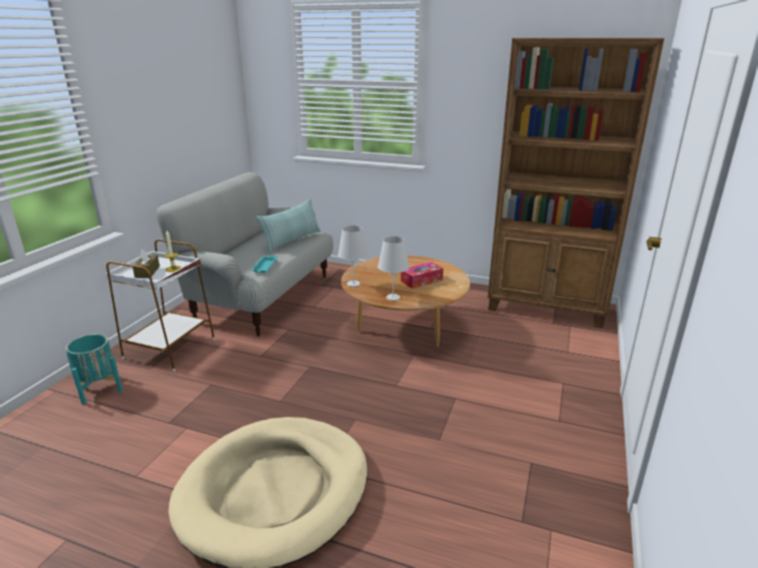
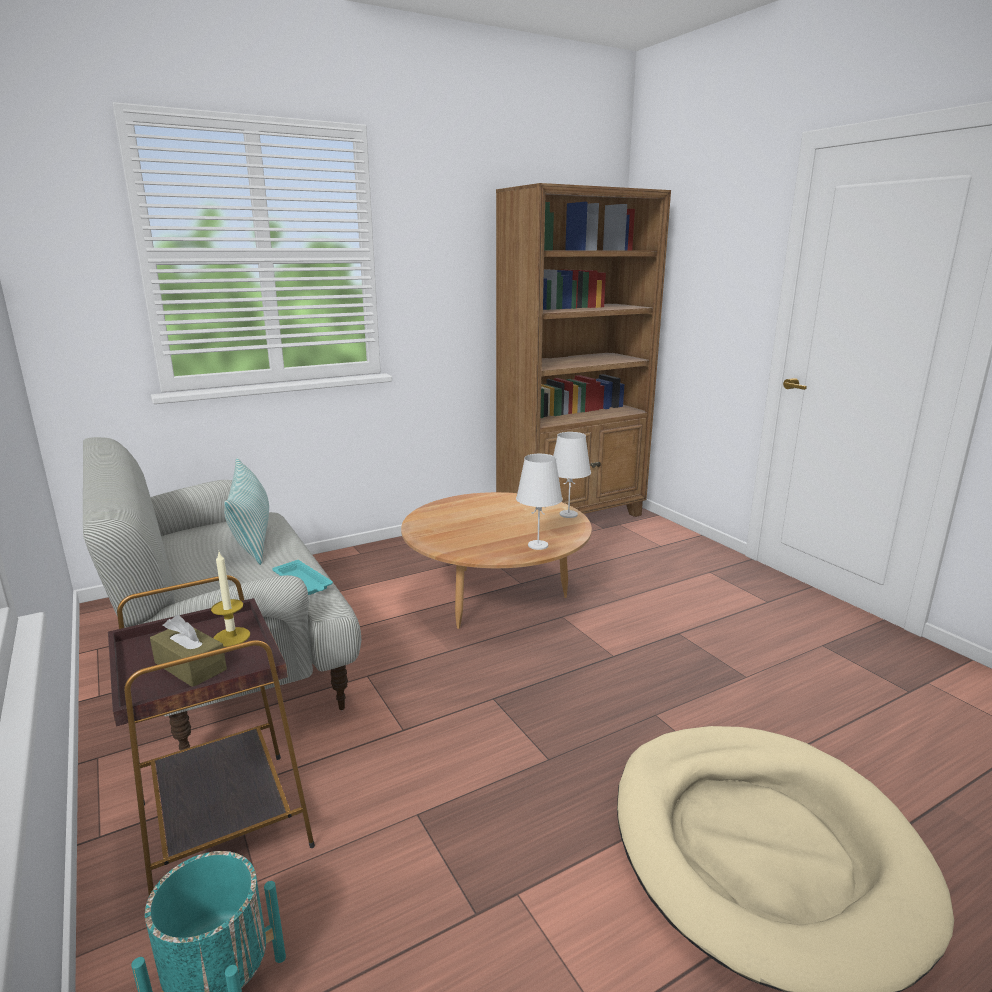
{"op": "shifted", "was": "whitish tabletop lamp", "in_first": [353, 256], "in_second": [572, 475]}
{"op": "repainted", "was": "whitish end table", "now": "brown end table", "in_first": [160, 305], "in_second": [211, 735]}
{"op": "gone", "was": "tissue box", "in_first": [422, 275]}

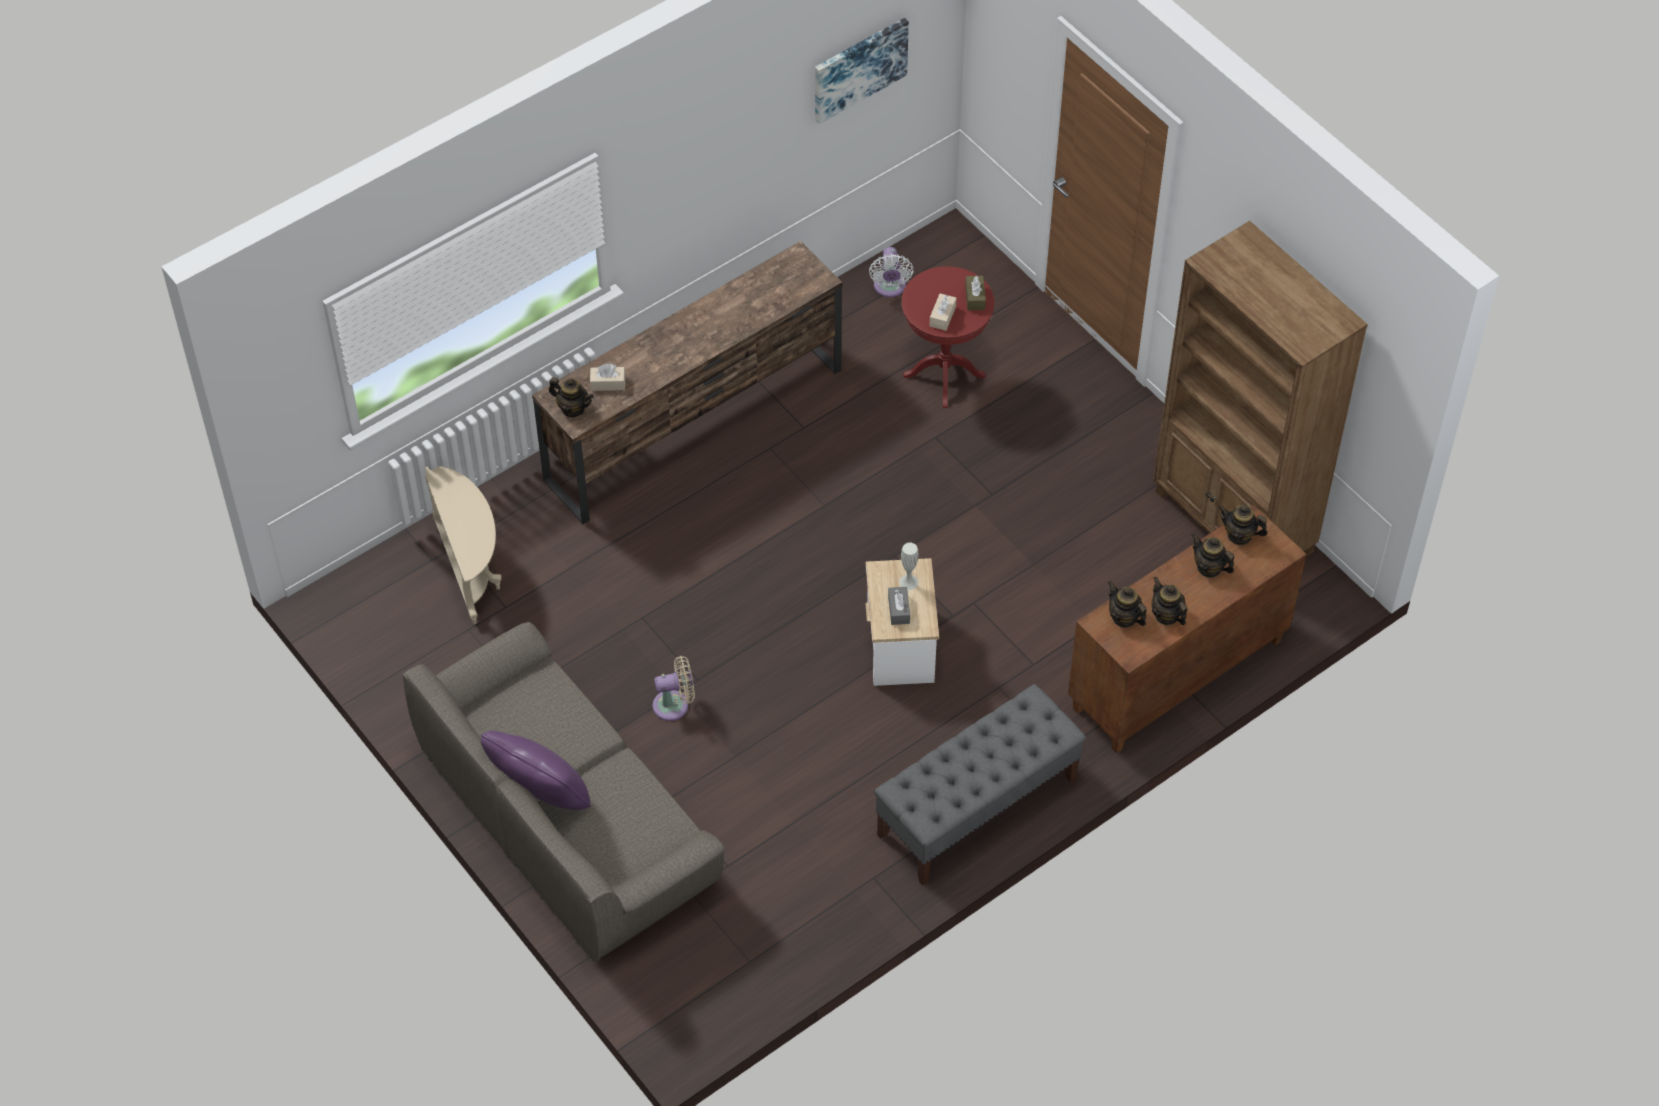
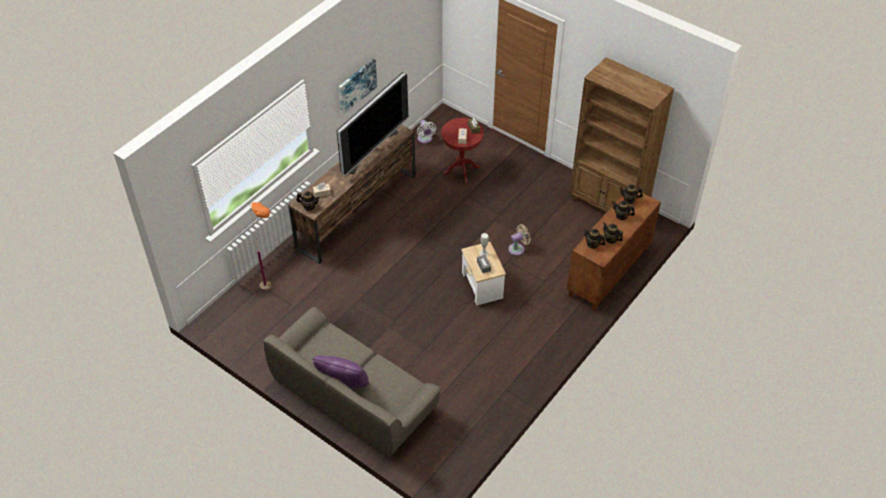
{"op": "shifted", "was": "wall art", "in_first": [862, 71], "in_second": [357, 87]}
{"op": "swapped", "was": "sand-coloured end table", "now": "orangey standing lamp", "in_first": [463, 545], "in_second": [260, 246]}
{"op": "shifted", "was": "sand-coloured fan", "in_first": [674, 688], "in_second": [519, 240]}
{"op": "gone", "was": "greyish indoor bench", "in_first": [980, 785]}
{"op": "new", "now": "TV", "in_second": [372, 124]}

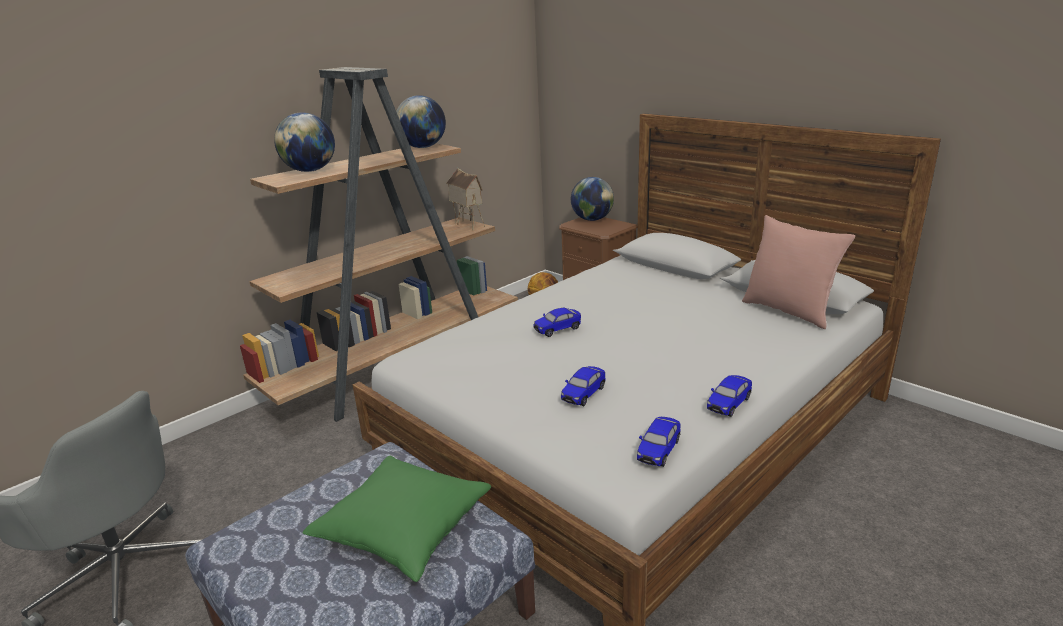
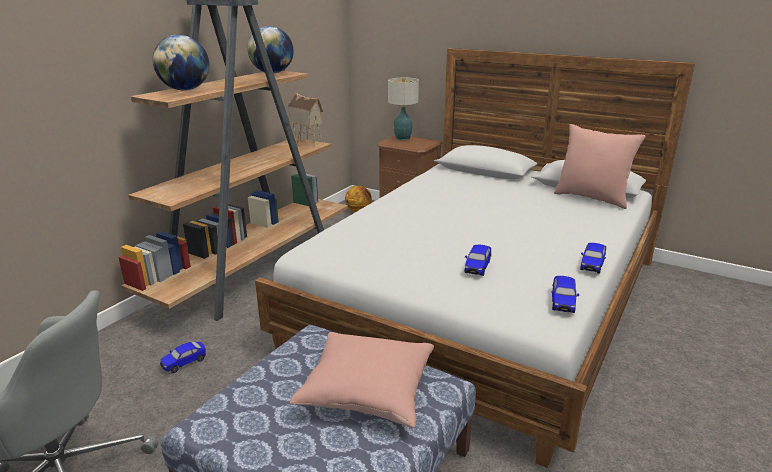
{"op": "swapped", "was": "world globe", "now": "tabletop lamp", "in_first": [592, 199], "in_second": [403, 108]}
{"op": "shifted", "was": "toy car", "in_first": [557, 322], "in_second": [183, 357]}
{"op": "repainted", "was": "green-coloured cushion", "now": "pinkish cushion", "in_first": [397, 519], "in_second": [362, 380]}

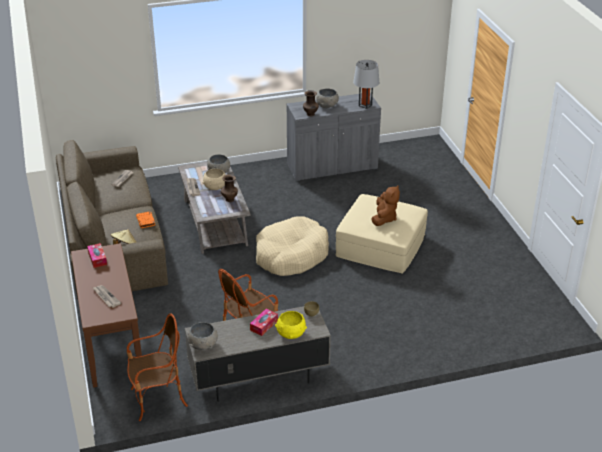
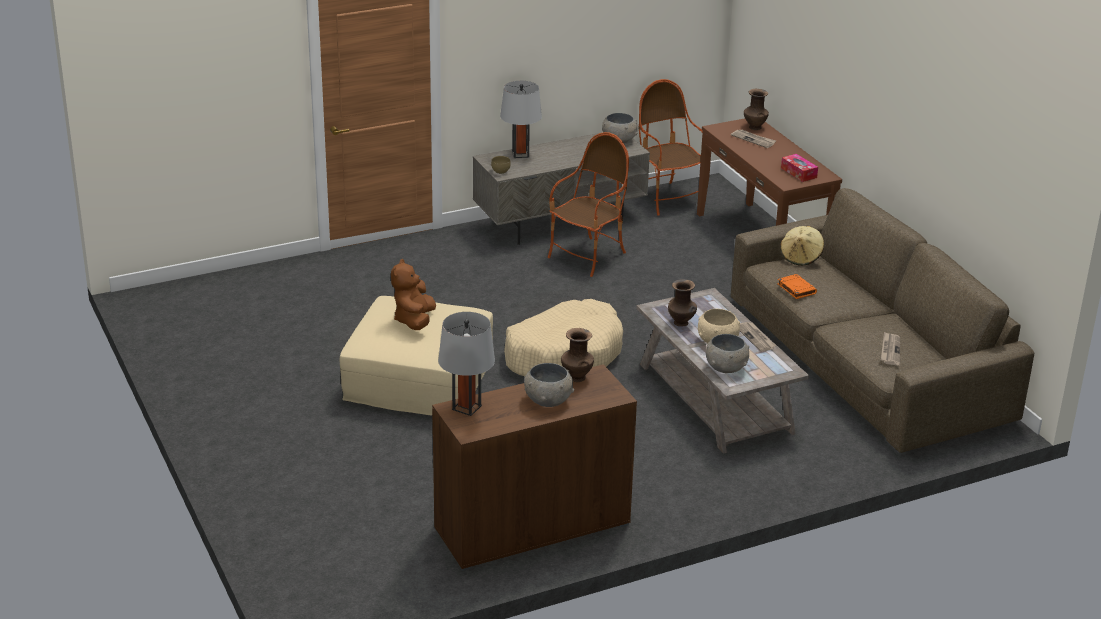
{"op": "repainted", "was": "greyish storage cabinet", "now": "brown storage cabinet", "in_first": [333, 137], "in_second": [534, 467]}
{"op": "gone", "was": "tissue box", "in_first": [264, 322]}
{"op": "swapped", "was": "yellow-coloured bowl", "now": "greyish tabletop lamp", "in_first": [291, 325], "in_second": [521, 119]}
{"op": "rotated", "was": "armchair", "in_first": [157, 367], "in_second": [670, 147], "clockwise": 90}
{"op": "new", "now": "brown flower vase", "in_second": [756, 109]}

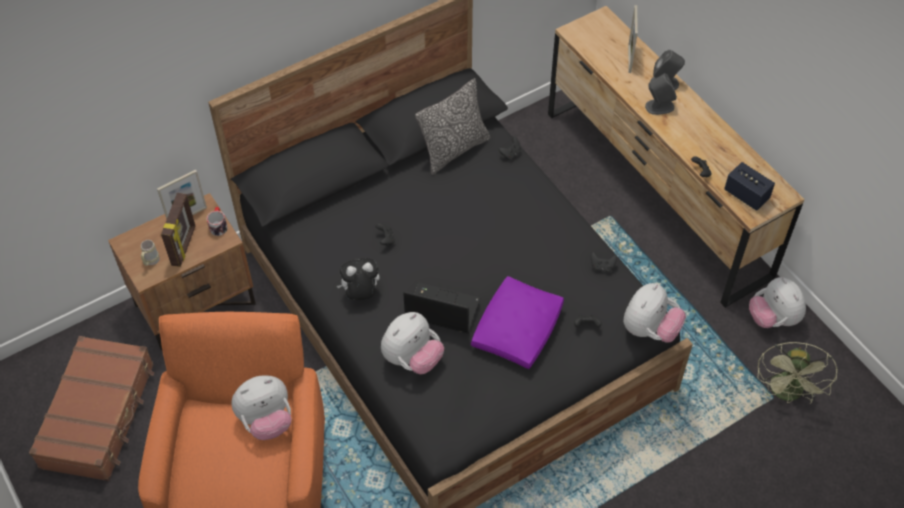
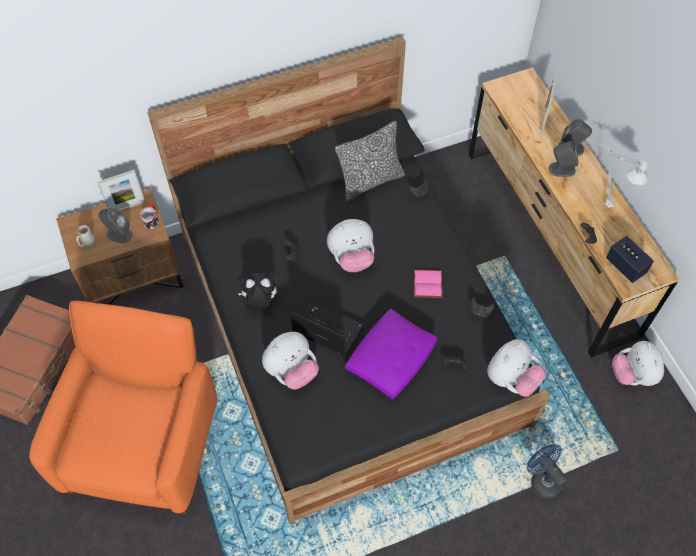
{"op": "swapped", "was": "picture frame", "now": "greyish audio speaker", "in_first": [178, 230], "in_second": [115, 225]}
{"op": "gone", "was": "green-coloured fan", "in_first": [798, 373]}
{"op": "shifted", "was": "soft toy", "in_first": [261, 407], "in_second": [351, 245]}
{"op": "new", "now": "greyish tabletop lamp", "in_second": [624, 176]}
{"op": "new", "now": "pinkish volume", "in_second": [428, 284]}
{"op": "new", "now": "blue-coloured fan", "in_second": [546, 471]}

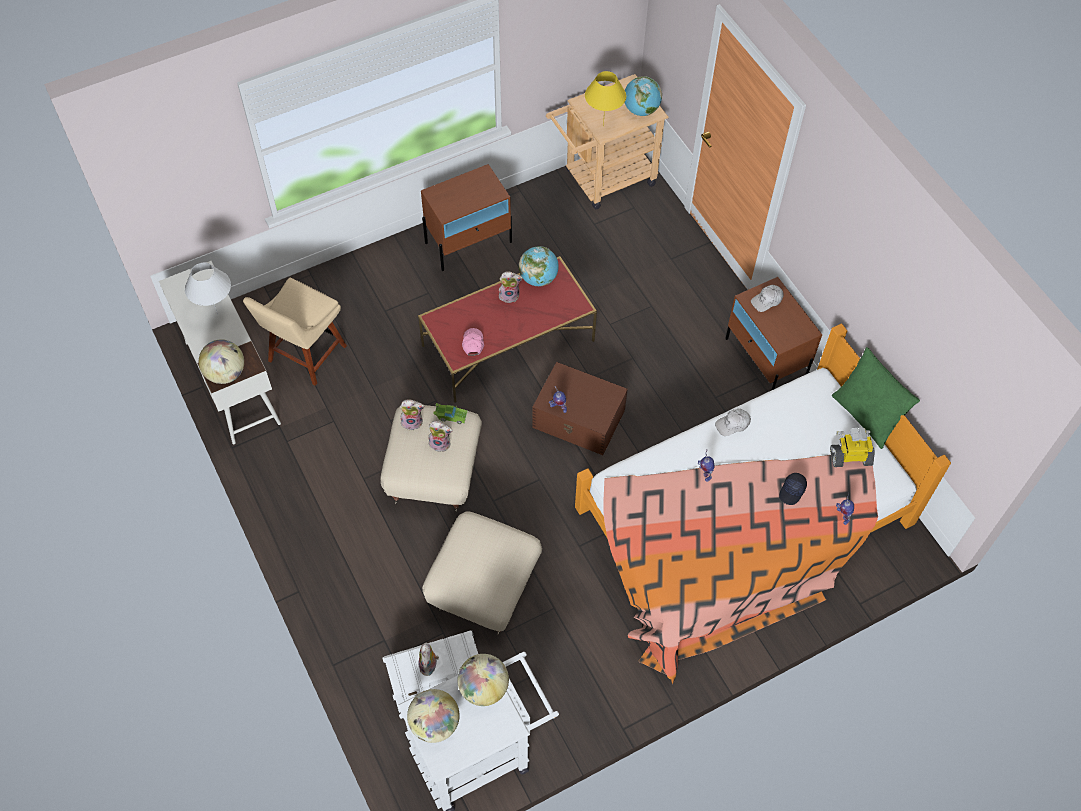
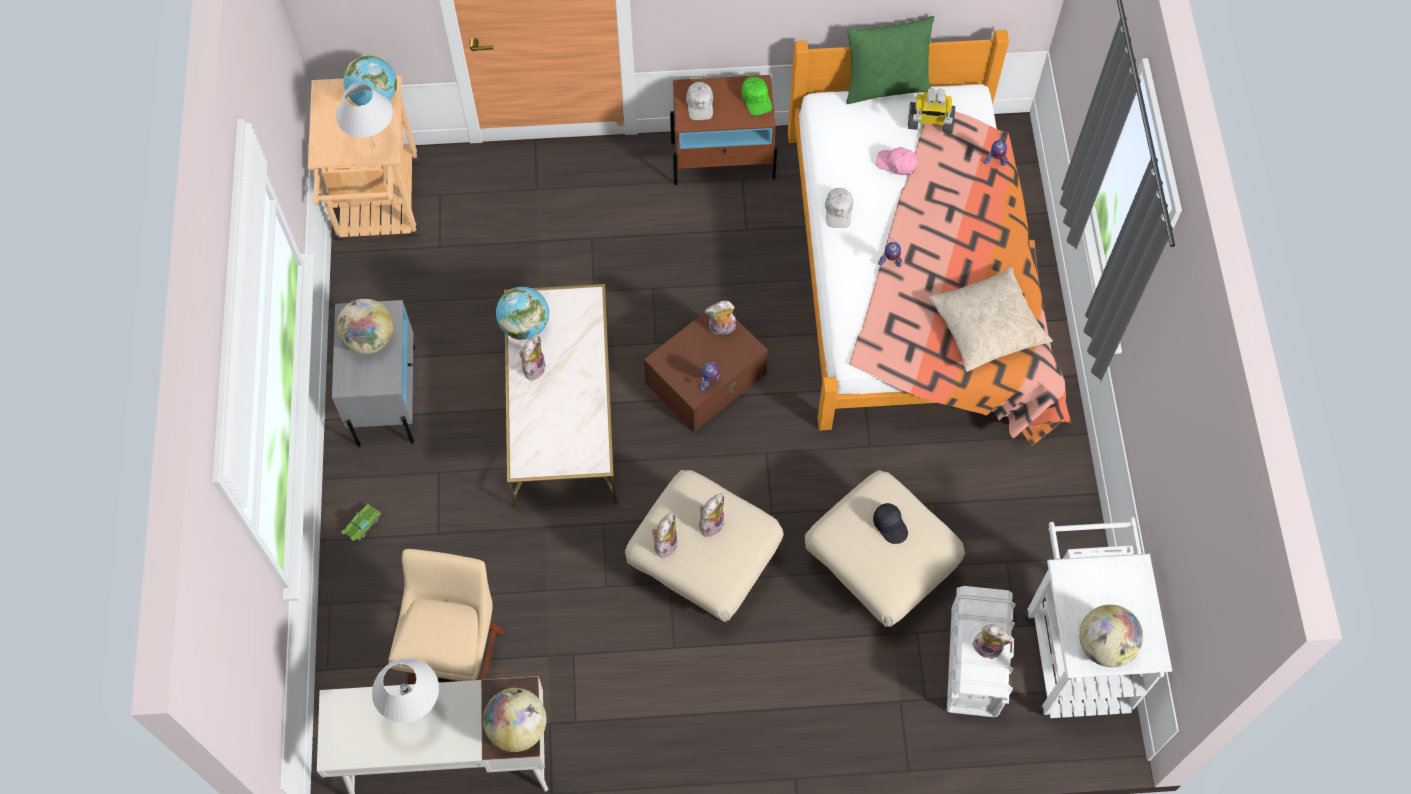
{"op": "repainted", "was": "yellow-coloured tabletop lamp", "now": "whitish tabletop lamp", "in_first": [605, 98], "in_second": [364, 115]}
{"op": "repainted", "was": "brown night table", "now": "greyish night table", "in_first": [466, 217], "in_second": [373, 373]}
{"op": "repainted", "was": "red coffee table", "now": "whitish coffee table", "in_first": [507, 329], "in_second": [560, 397]}
{"op": "rotated", "was": "sand-coloured chair", "in_first": [295, 332], "in_second": [446, 617], "clockwise": -135}
{"op": "shifted", "was": "pinkish baseball cap", "in_first": [473, 342], "in_second": [897, 161]}
{"op": "shifted", "was": "green-coloured toy car", "in_first": [450, 413], "in_second": [361, 522]}
{"op": "rotated", "was": "toy robot", "in_first": [852, 447], "in_second": [932, 110], "clockwise": -105}
{"op": "shifted", "was": "blackish baseball cap", "in_first": [793, 489], "in_second": [890, 523]}
{"op": "shifted", "was": "world globe", "in_first": [483, 680], "in_second": [365, 326]}
{"op": "new", "now": "green-coloured baseball cap", "in_second": [756, 96]}
{"op": "new", "now": "sand-coloured cushion", "in_second": [990, 319]}
{"op": "new", "now": "soft toy", "in_second": [720, 318]}

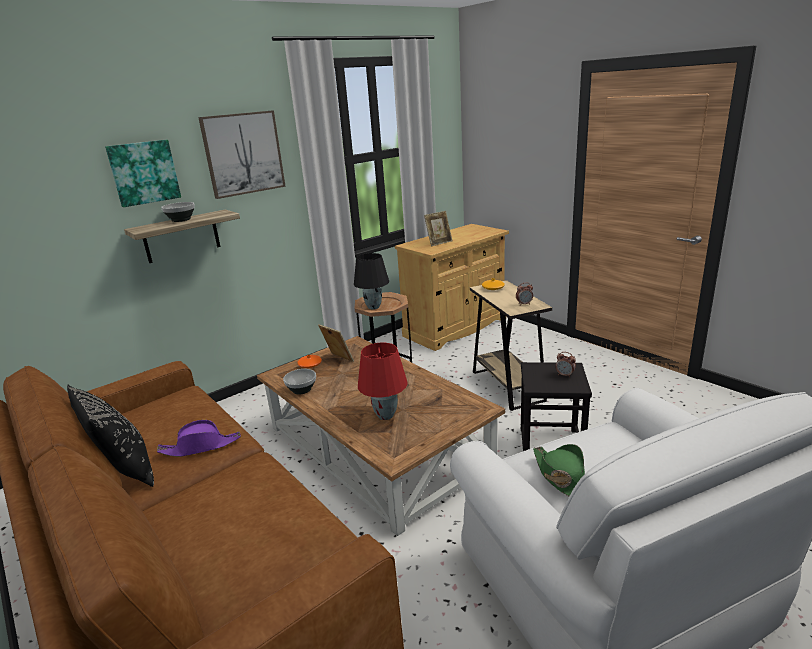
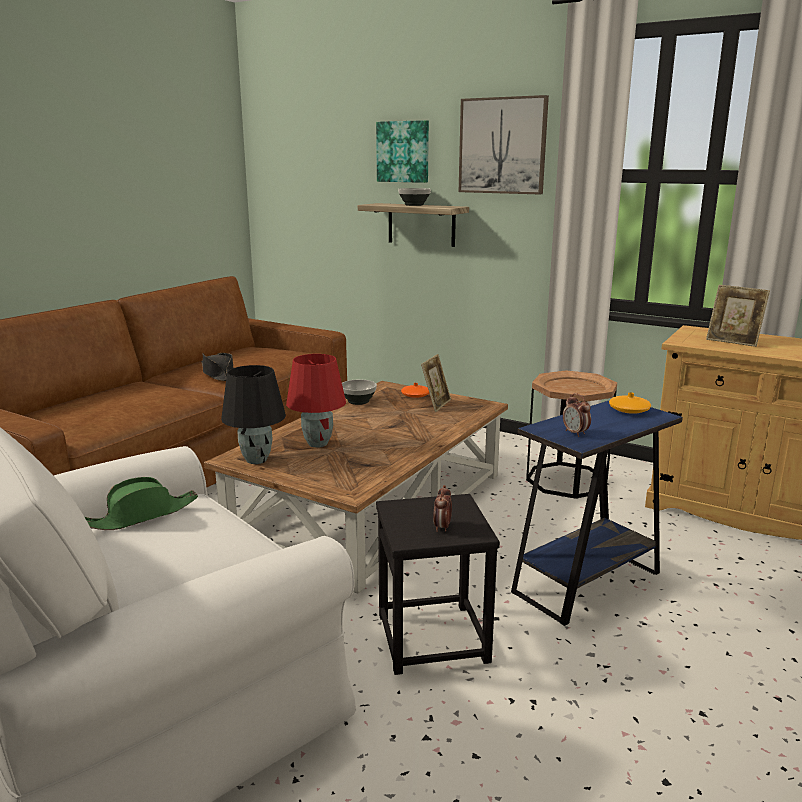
{"op": "shifted", "was": "blackish tabletop lamp", "in_first": [371, 281], "in_second": [253, 414]}
{"op": "repainted", "was": "sand-coloured end table", "now": "blue-coloured end table", "in_first": [511, 345], "in_second": [597, 513]}
{"op": "gone", "was": "blackish cushion", "in_first": [110, 436]}
{"op": "repainted", "was": "purple-coloured wearable hat", "now": "blackish wearable hat", "in_first": [199, 438], "in_second": [217, 367]}

